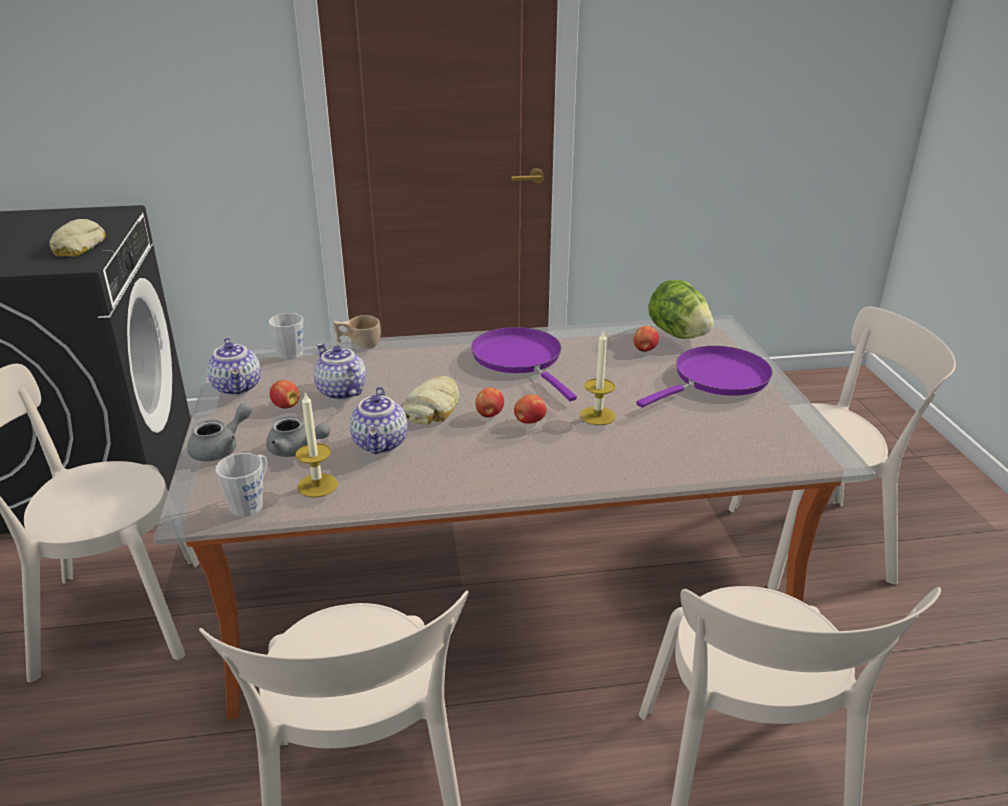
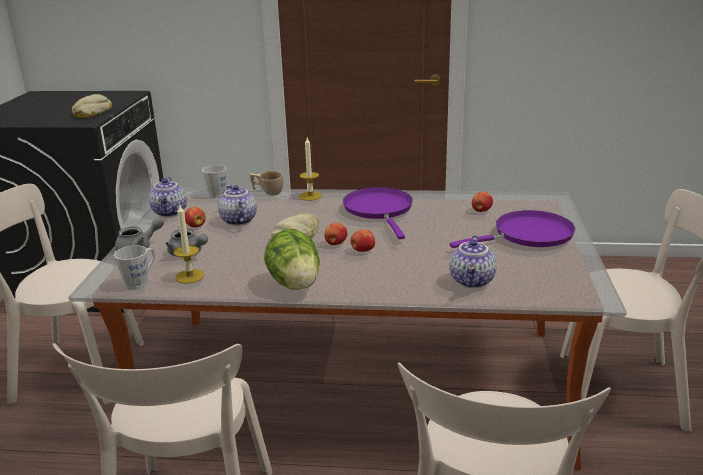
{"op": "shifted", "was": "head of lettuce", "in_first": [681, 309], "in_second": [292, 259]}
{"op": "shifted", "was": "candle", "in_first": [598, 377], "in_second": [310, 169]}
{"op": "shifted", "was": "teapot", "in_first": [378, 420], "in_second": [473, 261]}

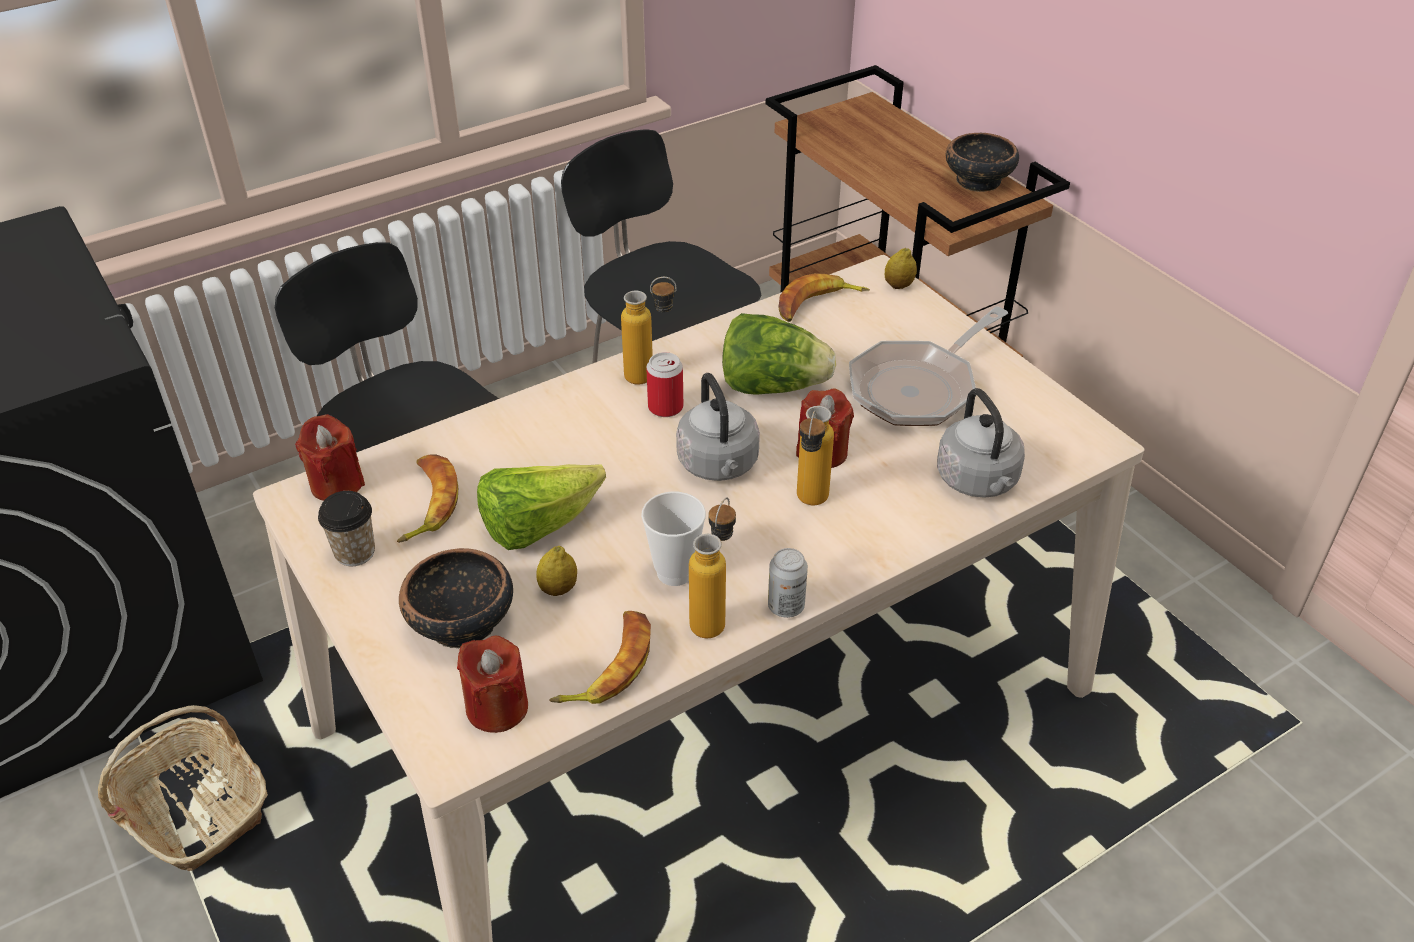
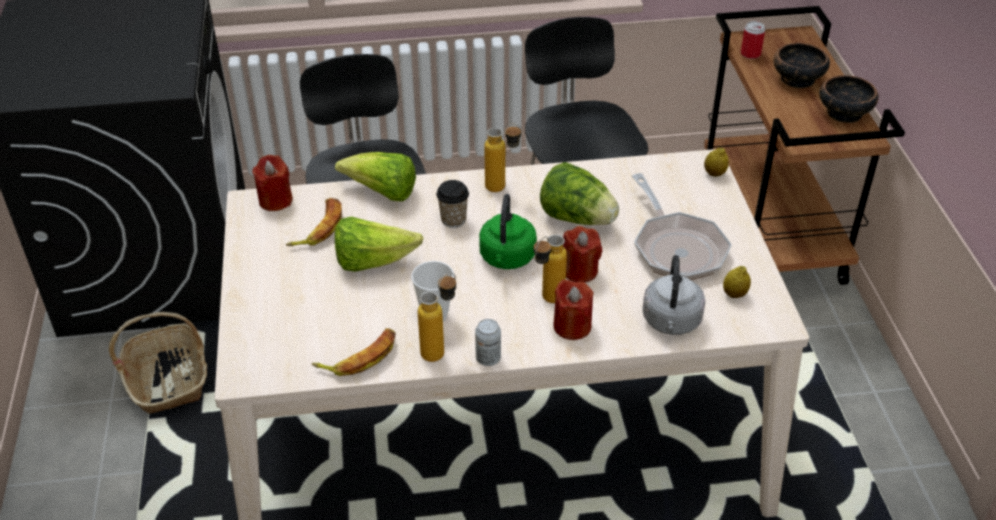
{"op": "gone", "was": "banana", "in_first": [824, 297]}
{"op": "rotated", "was": "skillet", "in_first": [928, 366], "in_second": [682, 226], "clockwise": -90}
{"op": "shifted", "was": "can", "in_first": [664, 384], "in_second": [753, 40]}
{"op": "repainted", "was": "greyish water kettle", "now": "green-coloured water kettle", "in_first": [718, 427], "in_second": [508, 231]}
{"op": "shifted", "was": "drinking cup", "in_first": [346, 528], "in_second": [452, 204]}
{"op": "shifted", "was": "lemon", "in_first": [556, 571], "in_second": [737, 282]}
{"op": "shifted", "was": "bowl", "in_first": [456, 598], "in_second": [801, 65]}
{"op": "shifted", "was": "red candle", "in_first": [492, 684], "in_second": [573, 310]}
{"op": "new", "now": "head of lettuce", "in_second": [375, 176]}

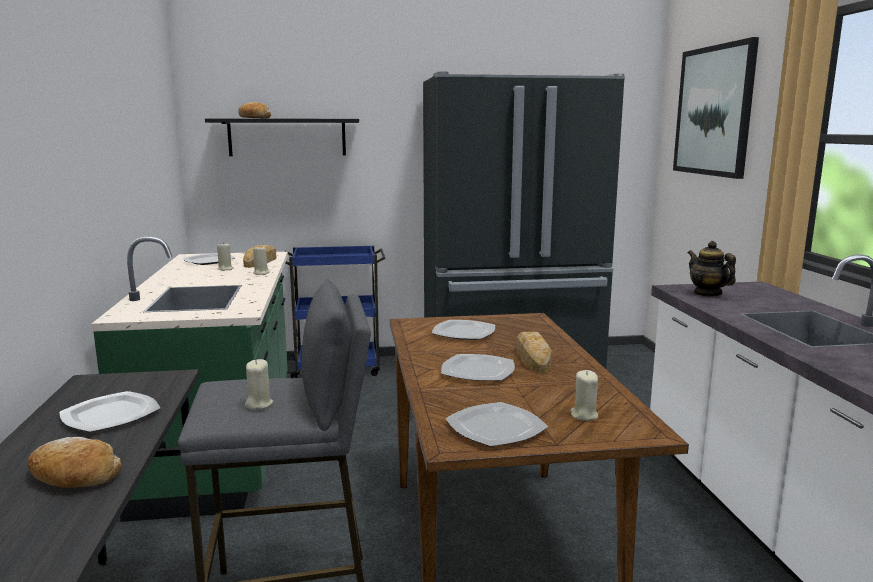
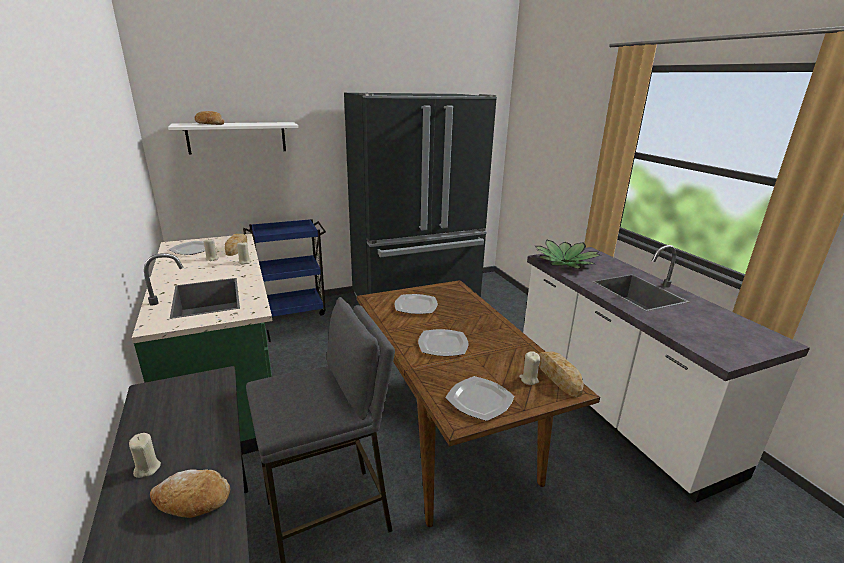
{"op": "gone", "was": "wall art", "in_first": [716, 108]}
{"op": "repainted", "was": "blackish shelf", "now": "whitish shelf", "in_first": [282, 137], "in_second": [233, 138]}
{"op": "swapped", "was": "teapot", "now": "potted plant", "in_first": [712, 269], "in_second": [567, 254]}
{"op": "shifted", "was": "baked bread", "in_first": [534, 352], "in_second": [561, 374]}
{"op": "shifted", "was": "sand-coloured candle", "in_first": [259, 384], "in_second": [145, 455]}
{"op": "gone", "was": "plate", "in_first": [109, 411]}

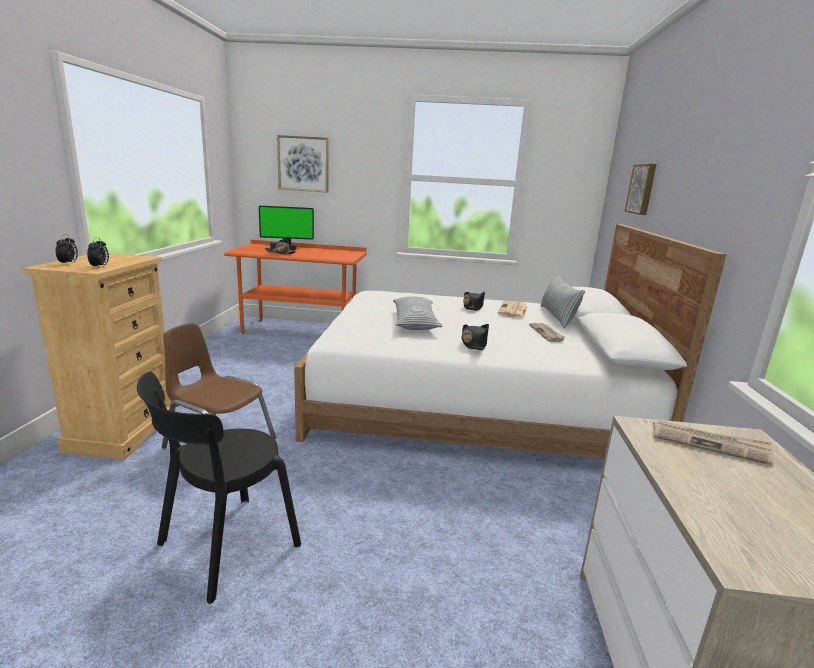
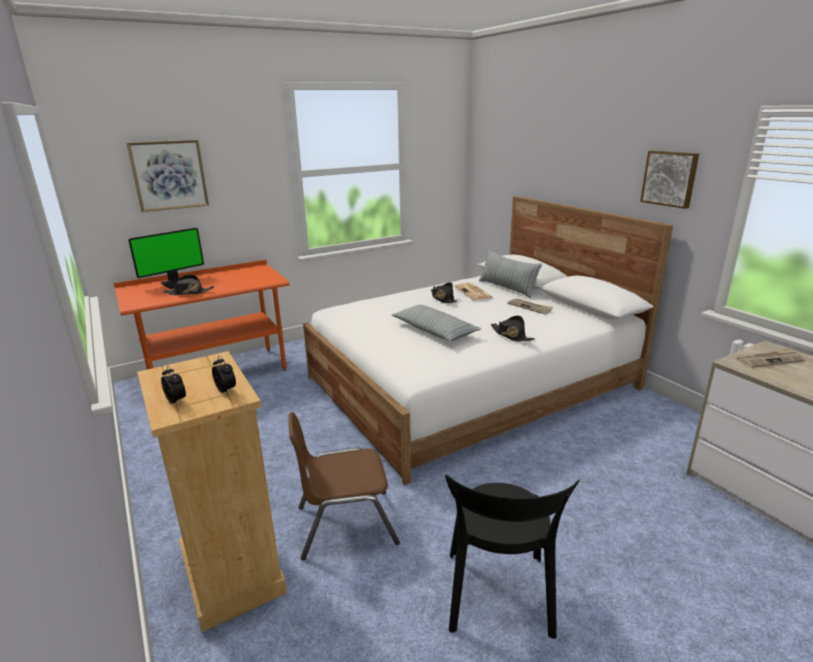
{"op": "shifted", "was": "wall art", "in_first": [640, 189], "in_second": [669, 180]}

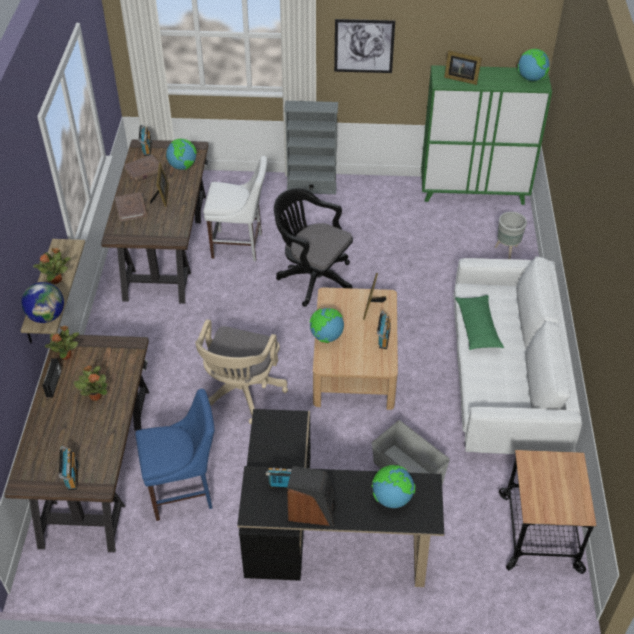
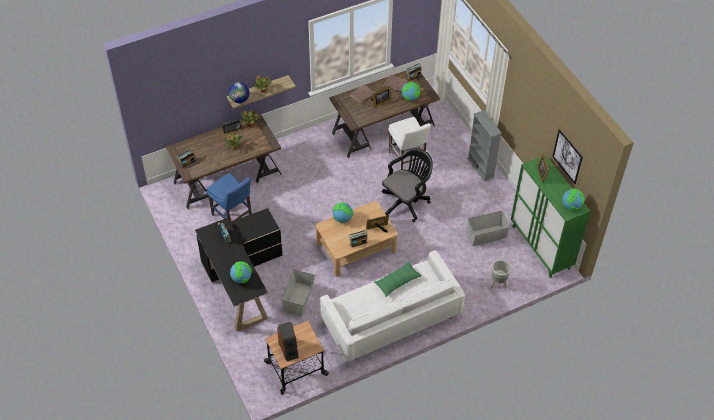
{"op": "shifted", "was": "wall art", "in_first": [364, 46], "in_second": [567, 156]}
{"op": "rotated", "was": "blackish computer chair", "in_first": [313, 247], "in_second": [407, 185], "clockwise": 45}
{"op": "gone", "was": "sand-coloured computer chair", "in_first": [241, 371]}
{"op": "shifted", "was": "audio speaker", "in_first": [312, 496], "in_second": [288, 341]}
{"op": "new", "now": "greyish storage bin", "in_second": [488, 228]}

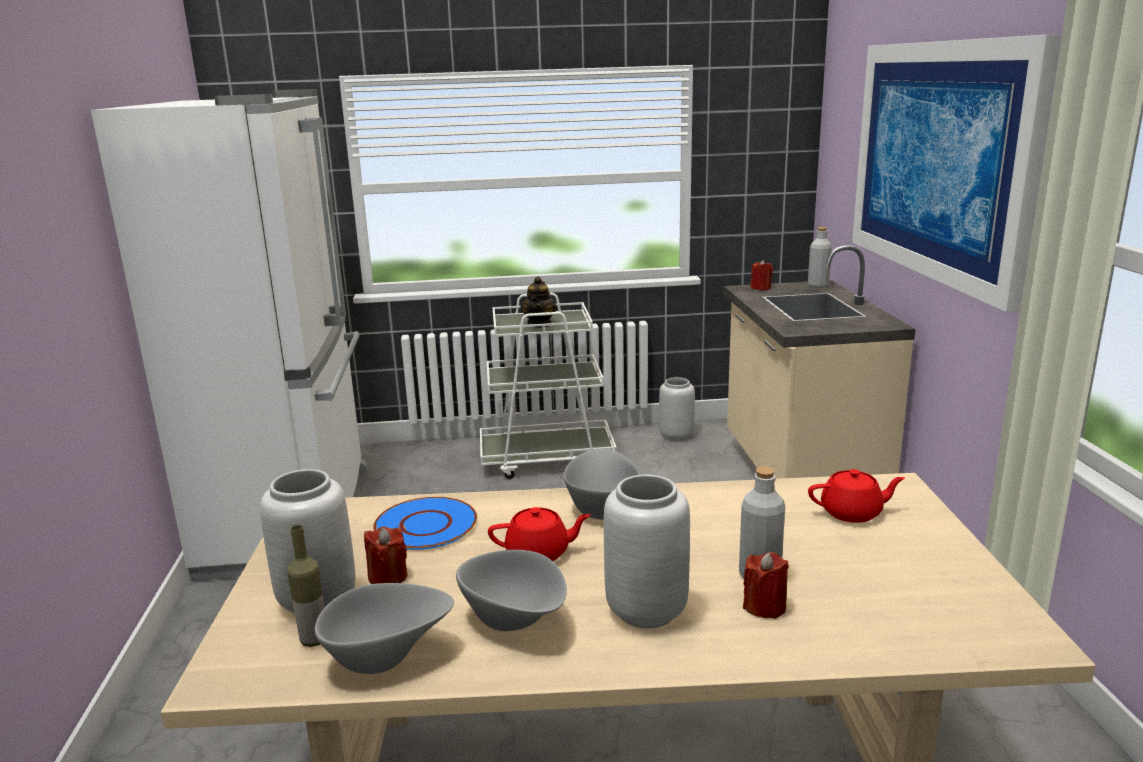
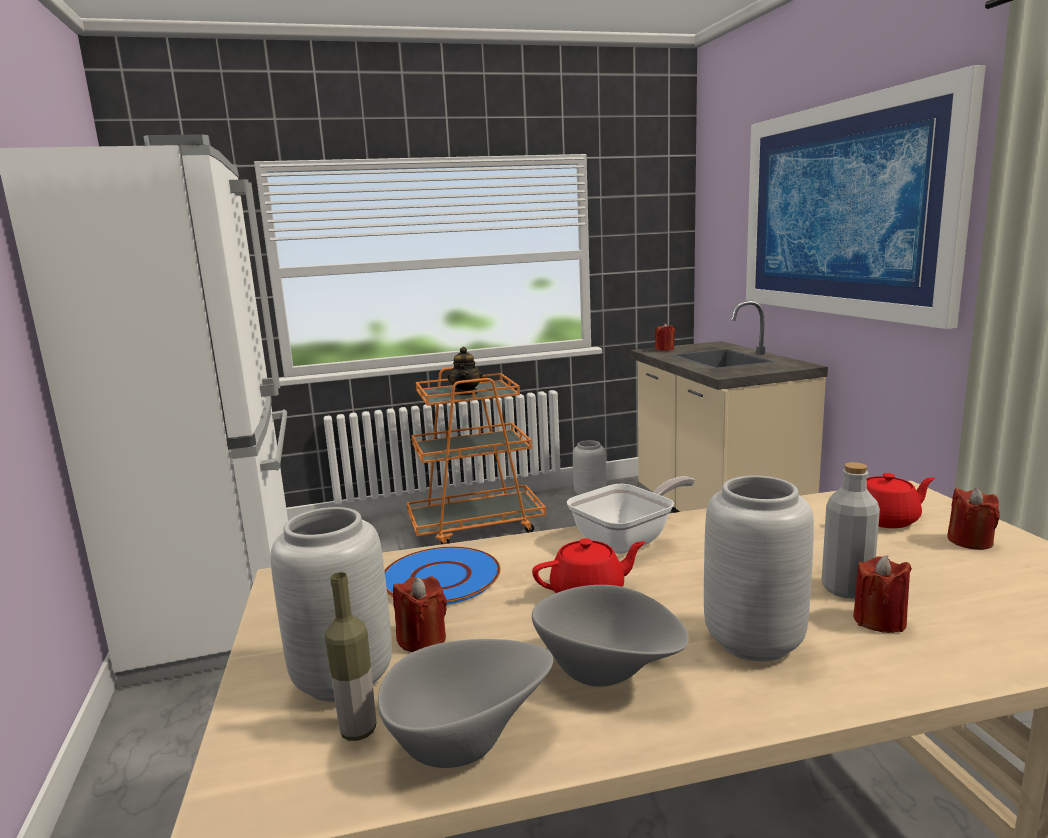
{"op": "gone", "was": "greyish drink bottle", "in_first": [820, 257]}
{"op": "repainted", "was": "whitish trolley", "now": "orangey trolley", "in_first": [548, 386], "in_second": [476, 456]}
{"op": "swapped", "was": "greyish bowl", "now": "skillet", "in_first": [602, 484], "in_second": [631, 515]}
{"op": "new", "now": "red candle", "in_second": [973, 519]}

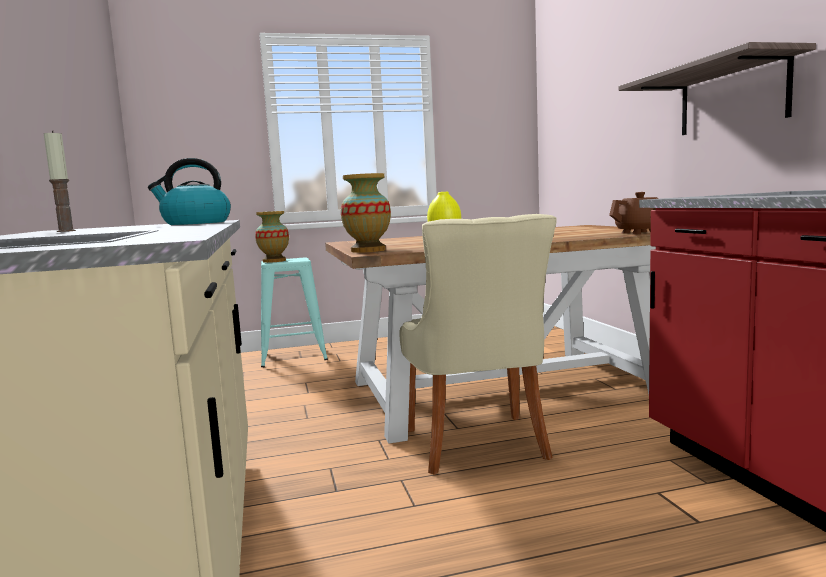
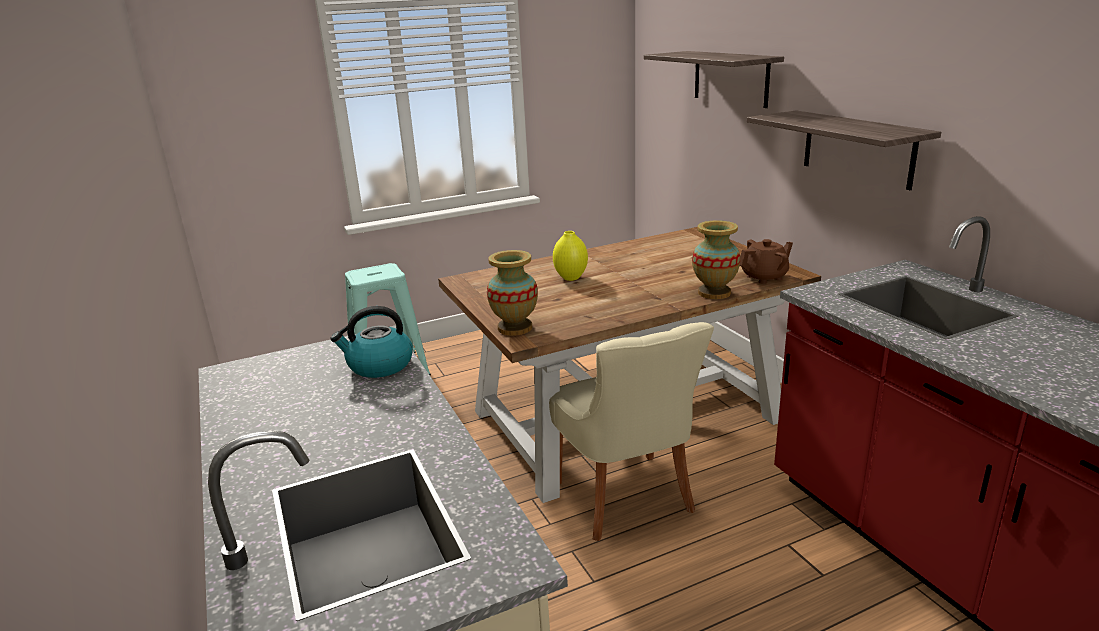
{"op": "gone", "was": "candle", "in_first": [60, 181]}
{"op": "shifted", "was": "flower vase", "in_first": [272, 237], "in_second": [716, 259]}
{"op": "new", "now": "shelf", "in_second": [714, 79]}

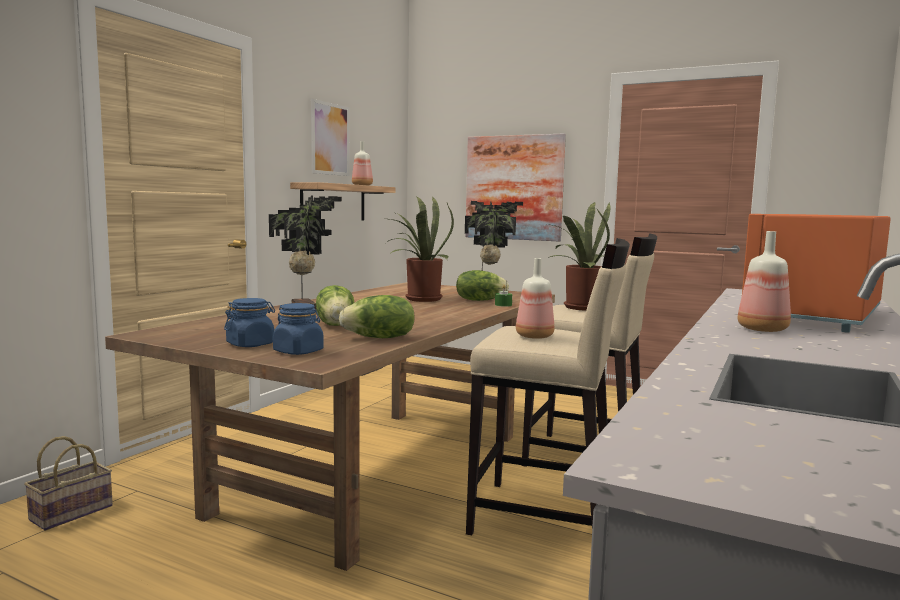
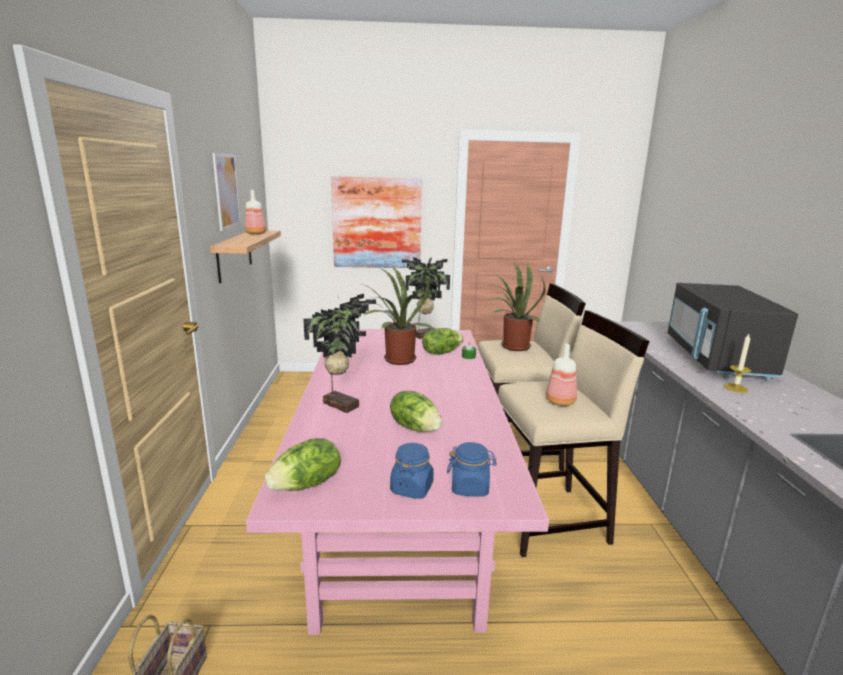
{"op": "repainted", "was": "orangey kitchen microwave", "now": "blackish kitchen microwave", "in_first": [816, 273], "in_second": [733, 332]}
{"op": "swapped", "was": "drink bottle", "now": "candle", "in_first": [764, 281], "in_second": [737, 363]}
{"op": "repainted", "was": "brown kitchen table", "now": "pinkish kitchen table", "in_first": [330, 426], "in_second": [397, 482]}
{"op": "shifted", "was": "head of lettuce", "in_first": [376, 316], "in_second": [303, 464]}

